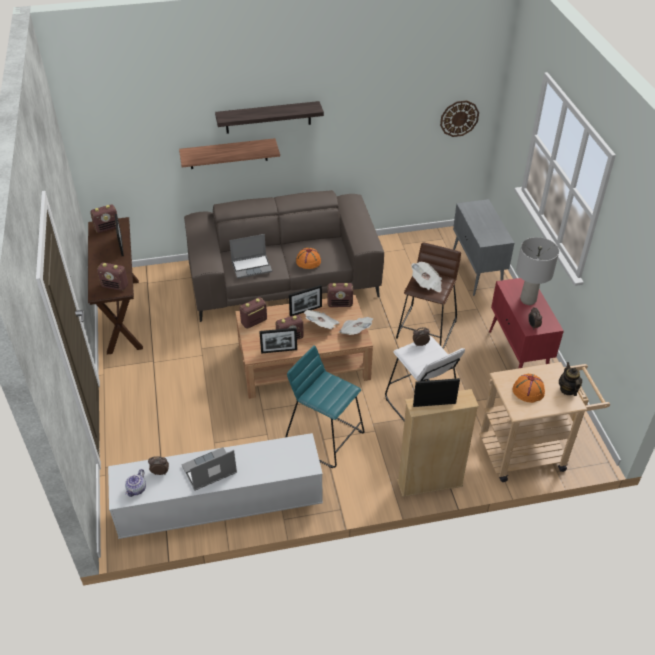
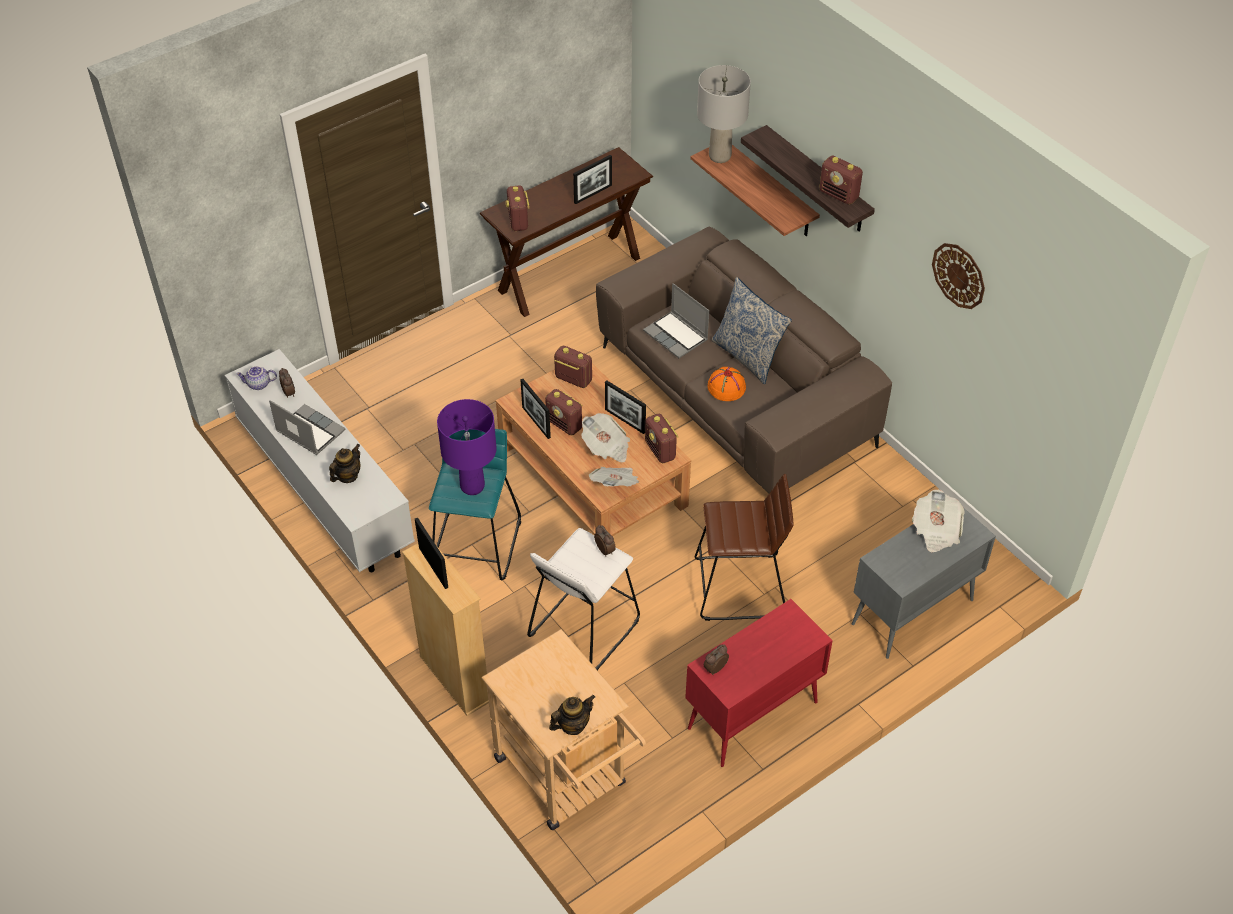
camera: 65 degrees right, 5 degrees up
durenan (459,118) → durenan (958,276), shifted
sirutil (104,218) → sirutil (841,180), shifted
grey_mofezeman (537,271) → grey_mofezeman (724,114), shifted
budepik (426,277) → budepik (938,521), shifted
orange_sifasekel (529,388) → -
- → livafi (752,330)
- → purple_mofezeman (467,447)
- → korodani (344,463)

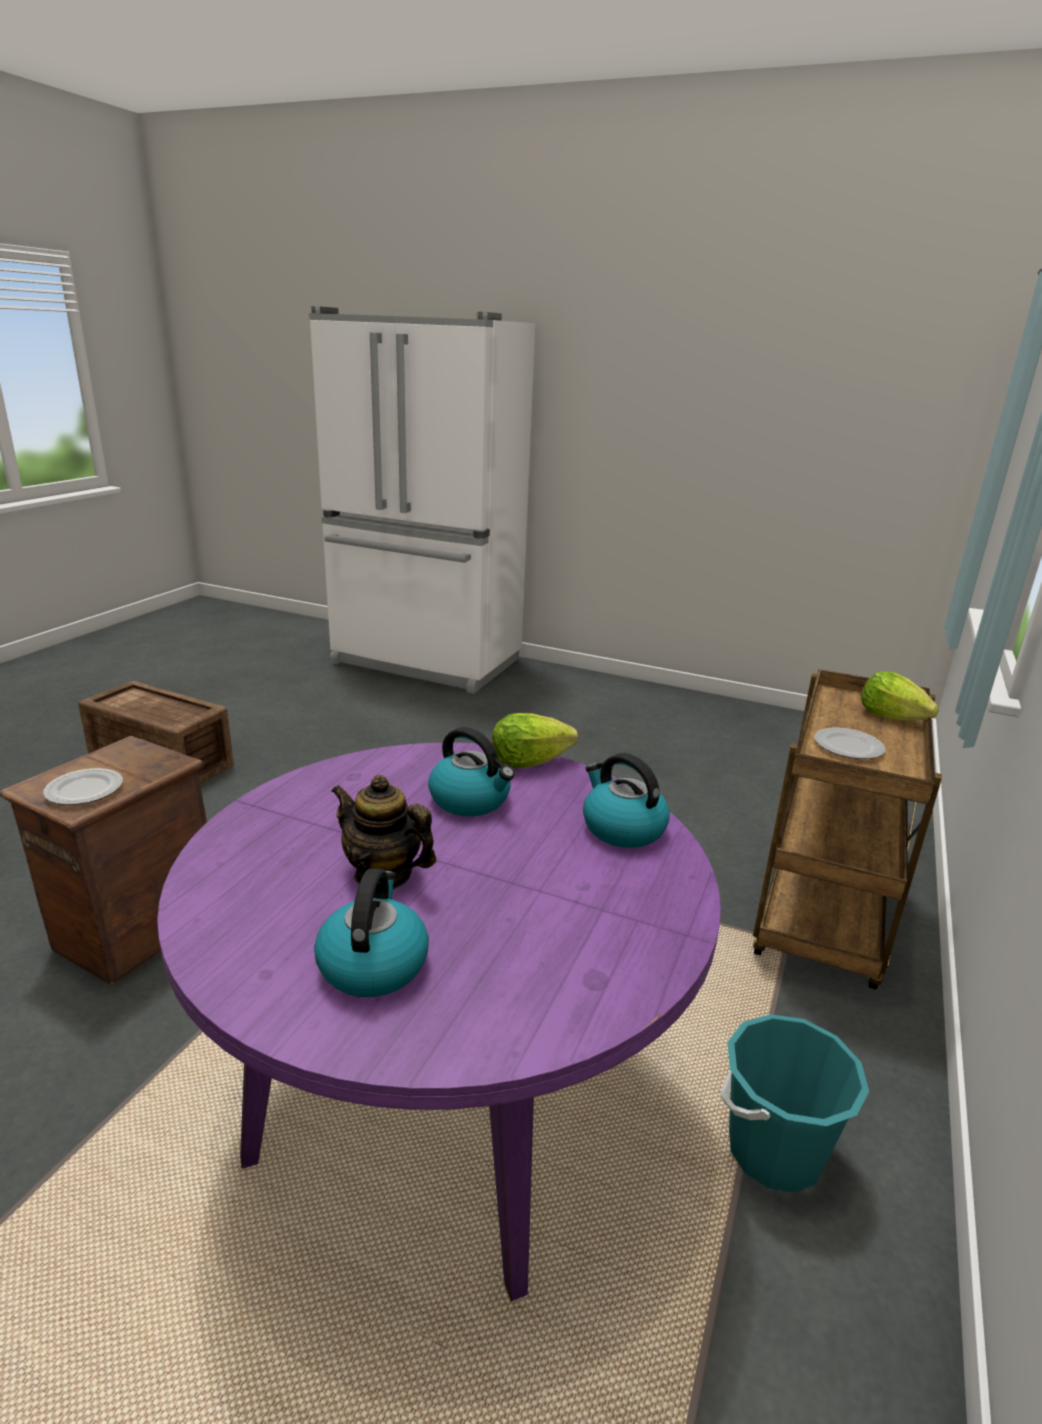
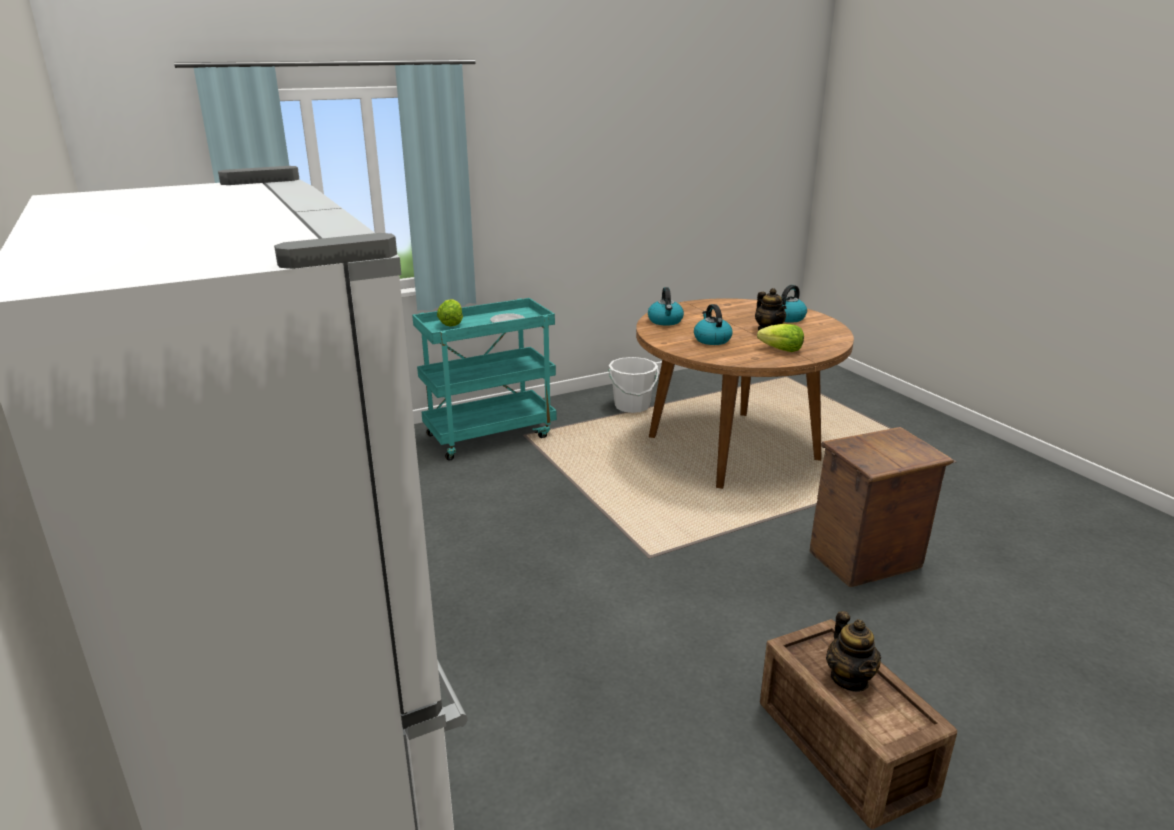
camera: 140 degrees left, 0 degrees up
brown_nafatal (847,829) → turquoise_nafatal (484,379)
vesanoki (535,740) → vesanoki (780,338), shifted
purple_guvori (439,1021) → brown_guvori (745,393)
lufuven (83,786) → -
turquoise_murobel (794,1103) → white_murobel (634,385)
- → korodani (853,651)

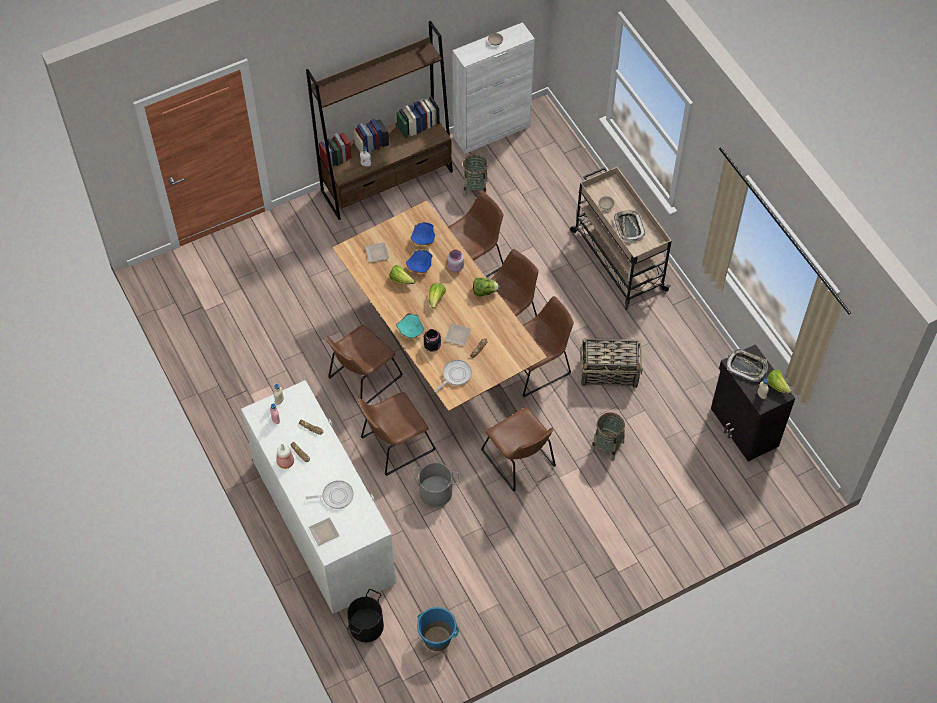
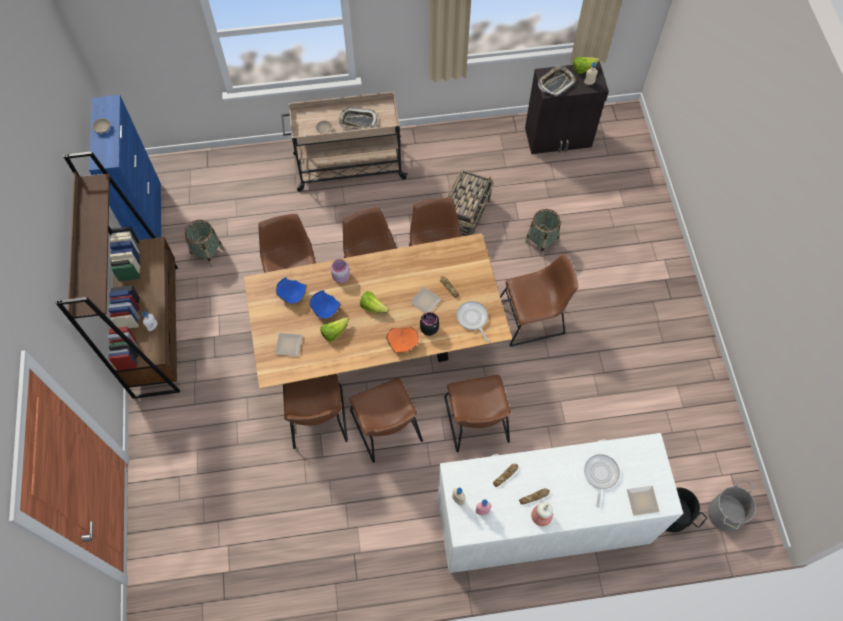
camera: 70 degrees left, 5 degrees up
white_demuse (494,88) → blue_demuse (125,167)
vesanoki (486,287) → -
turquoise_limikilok (410,325) → orange_limikilok (402,339)
grey_murobel (435,485) → grey_murobel (732,505), shifted
blue_murobel (438,629) → -
- → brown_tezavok (315,411)

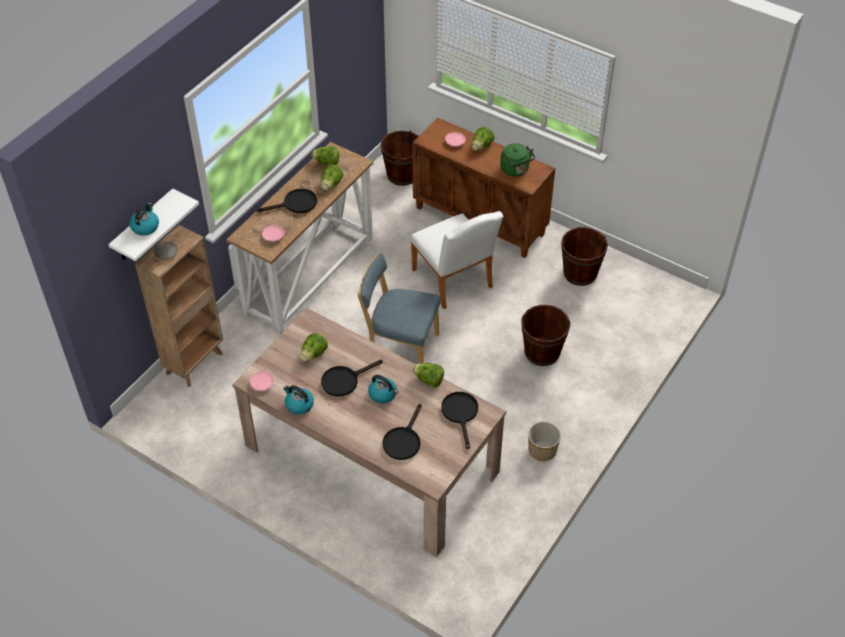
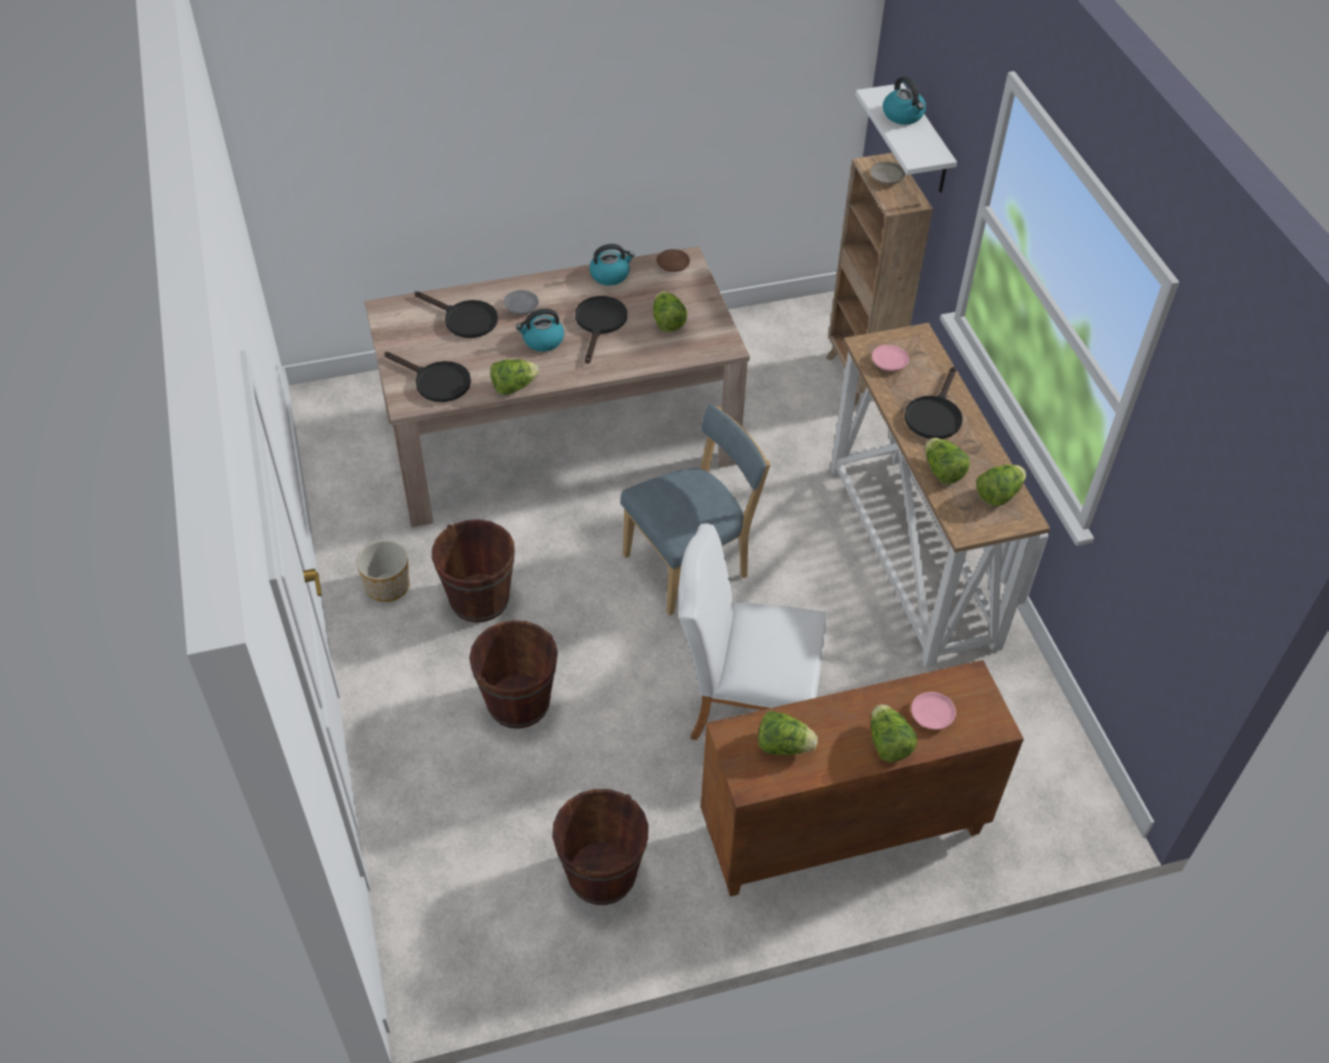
camera: 130 degrees right, 0 degrees up
brown_murobel (399,158) → brown_murobel (473,571), shifted
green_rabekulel (517,160) → vesanoki (788,733)
pink_lufuven (262,381) → brown_lufuven (673,260)
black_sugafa (402,432) → black_sugafa (456,314), 150 degrees clockwise
- → grey_lufuven (521,302)

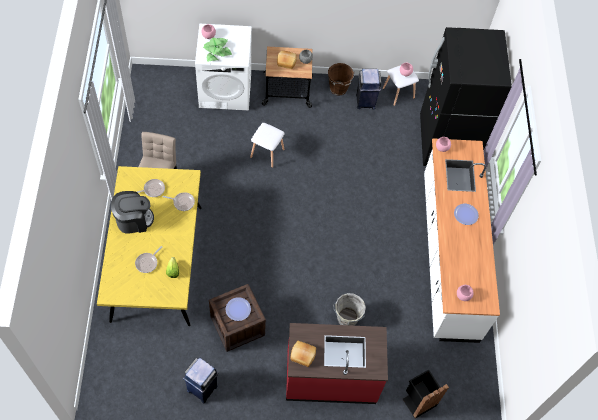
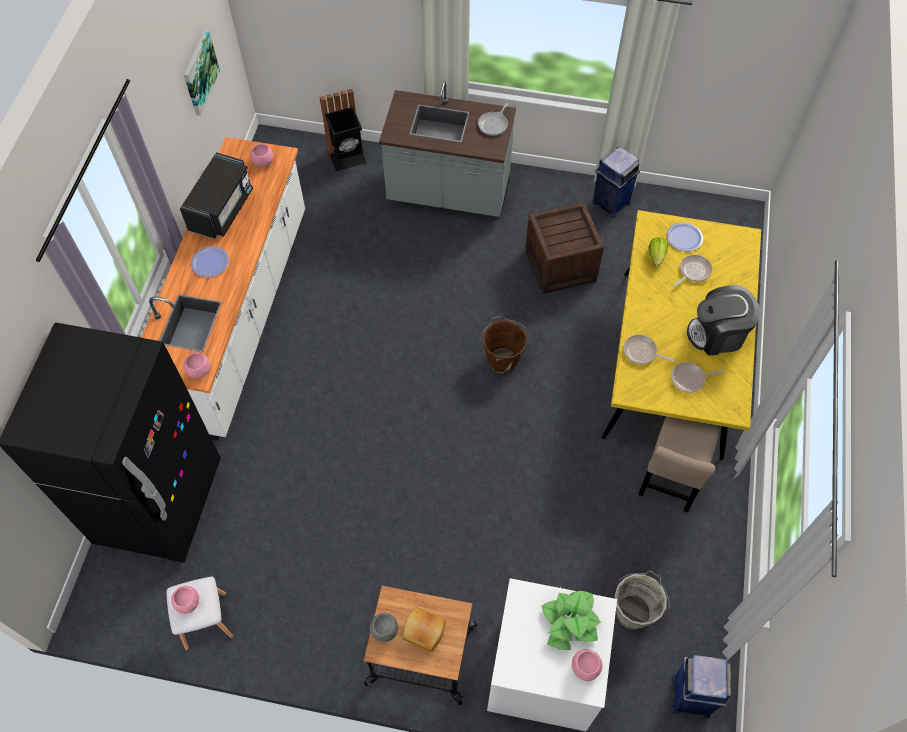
camera: 165 degrees left, 0 degrees up
brown_murobel (341,79) → brown_murobel (503,344), shifted
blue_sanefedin (369,89) → blue_sanefedin (701,686), shifted
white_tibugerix (267,145) → -
grey_murobel (349,309) → grey_murobel (642,600), shifted
lufuven (238,309) → lufuven (685,237), shifted
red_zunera (337,363) → grey_zunera (447,149)
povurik (303,354) → sugafa (493,119)
- → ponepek (202,72)
- → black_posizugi (216,195)

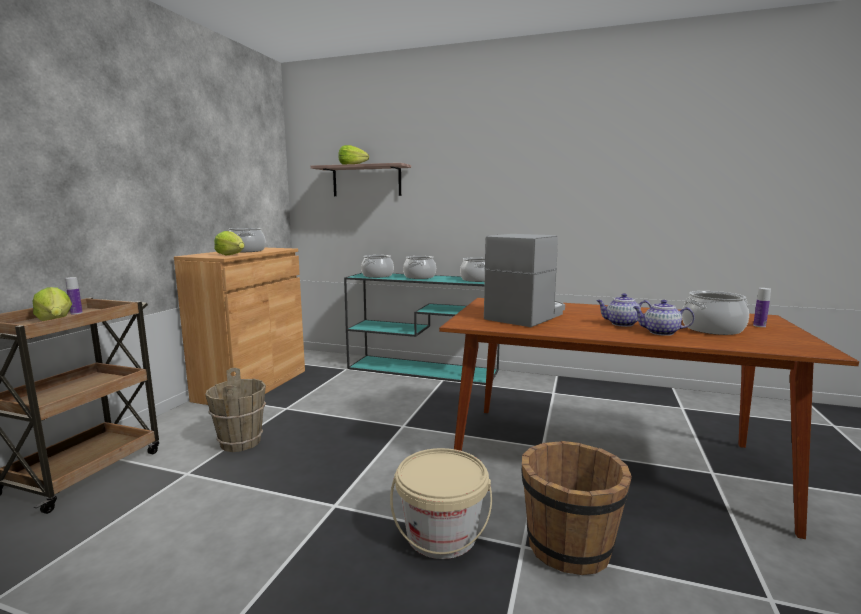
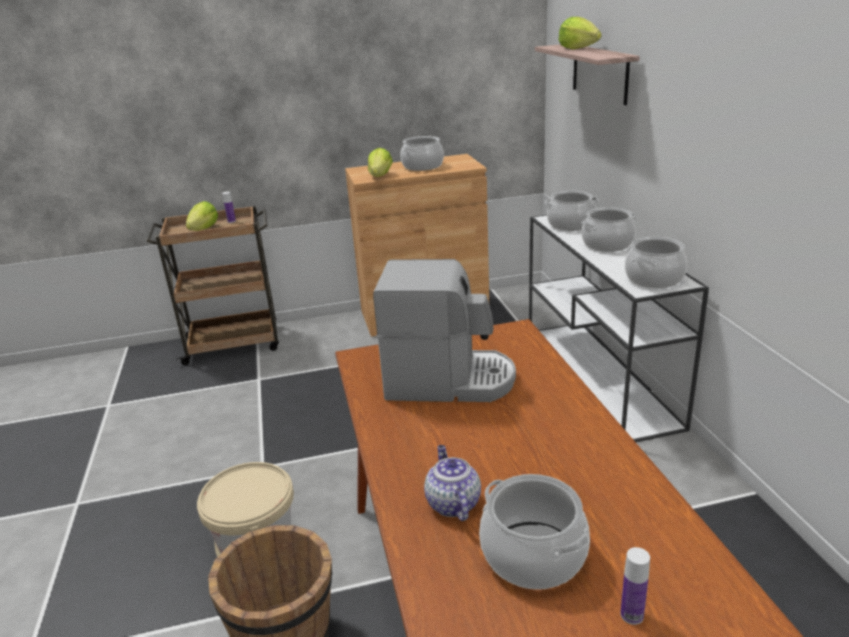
camera: 60 degrees right, 15 degrees up
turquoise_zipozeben (422,329) → white_zipozeben (619,328)
korodani (624,310) → -
brown_murobel (235,410) → -

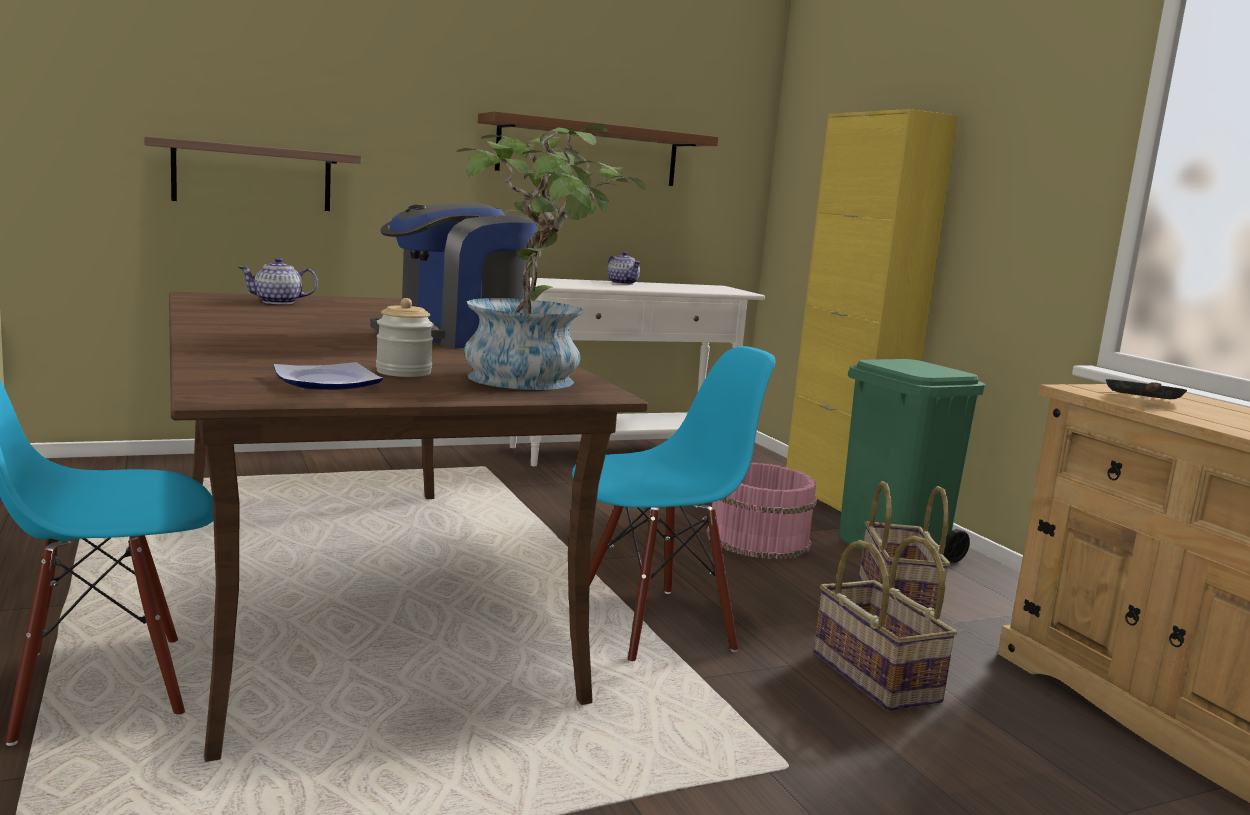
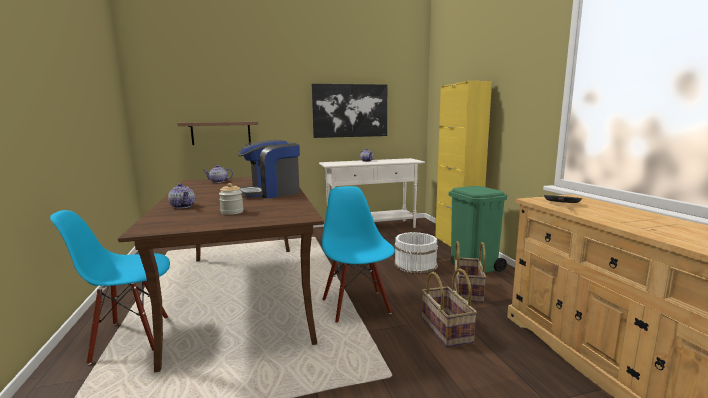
camera: 10 degrees right, 0 degrees up
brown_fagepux (598,148) → ponepek (349,111)
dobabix (551,257) → -
blue_tezavok (673,503) → blue_tezavok (358,254), 90 degrees counterclockwise
lufuven (328,376) → -
pink_murobel (762,511) → white_murobel (416,252)
- → korodani (181,196)

